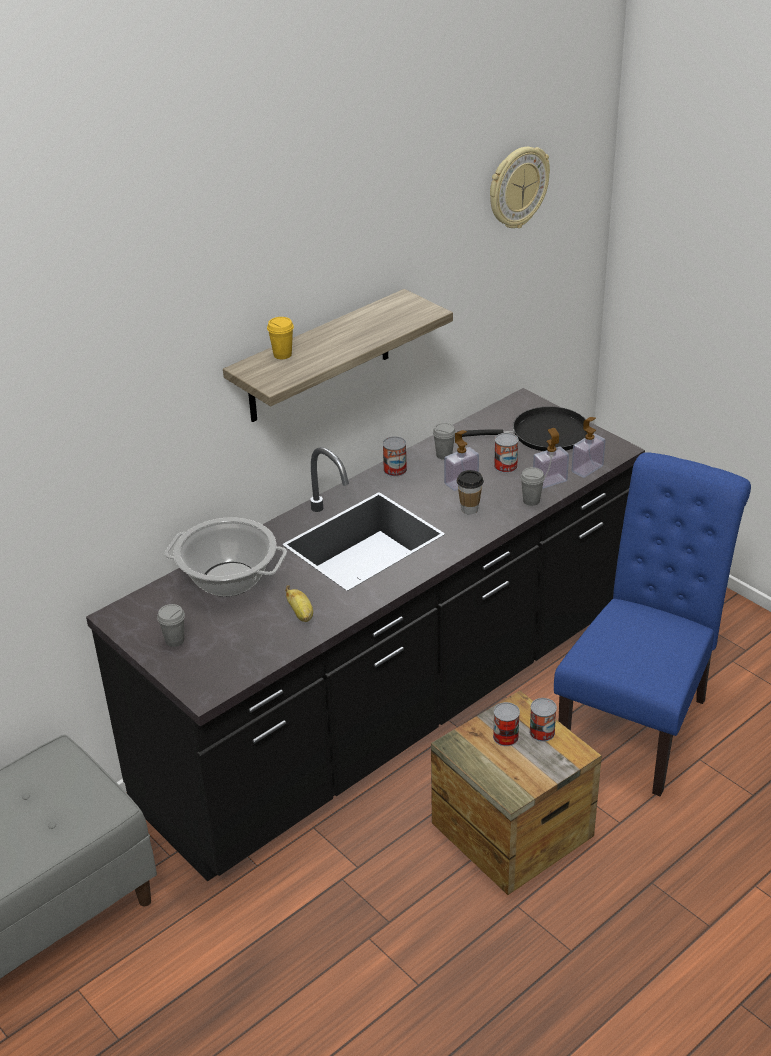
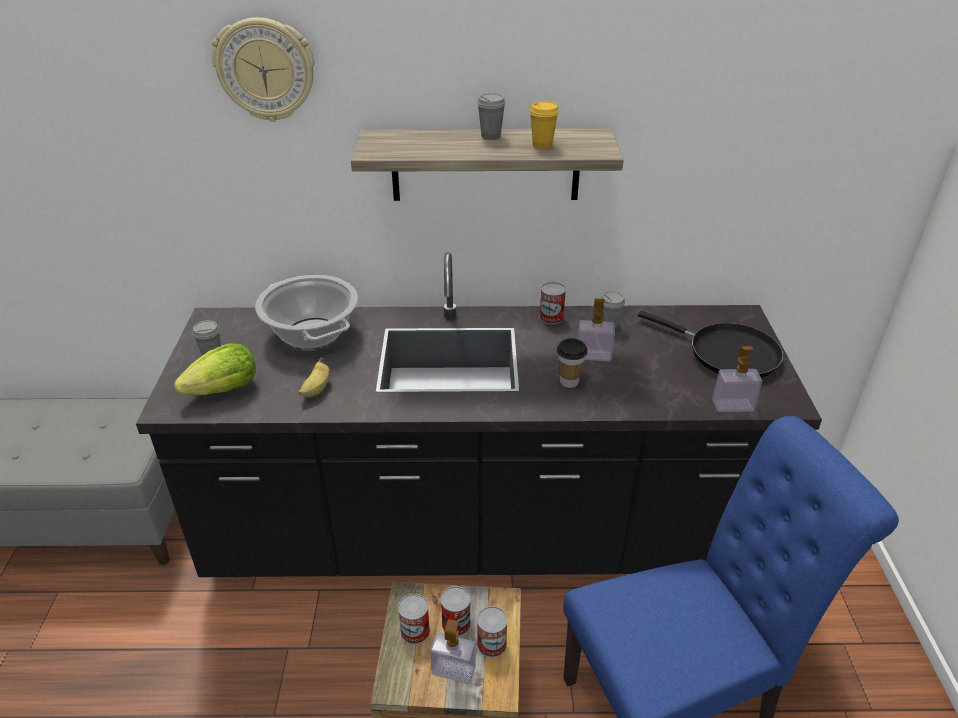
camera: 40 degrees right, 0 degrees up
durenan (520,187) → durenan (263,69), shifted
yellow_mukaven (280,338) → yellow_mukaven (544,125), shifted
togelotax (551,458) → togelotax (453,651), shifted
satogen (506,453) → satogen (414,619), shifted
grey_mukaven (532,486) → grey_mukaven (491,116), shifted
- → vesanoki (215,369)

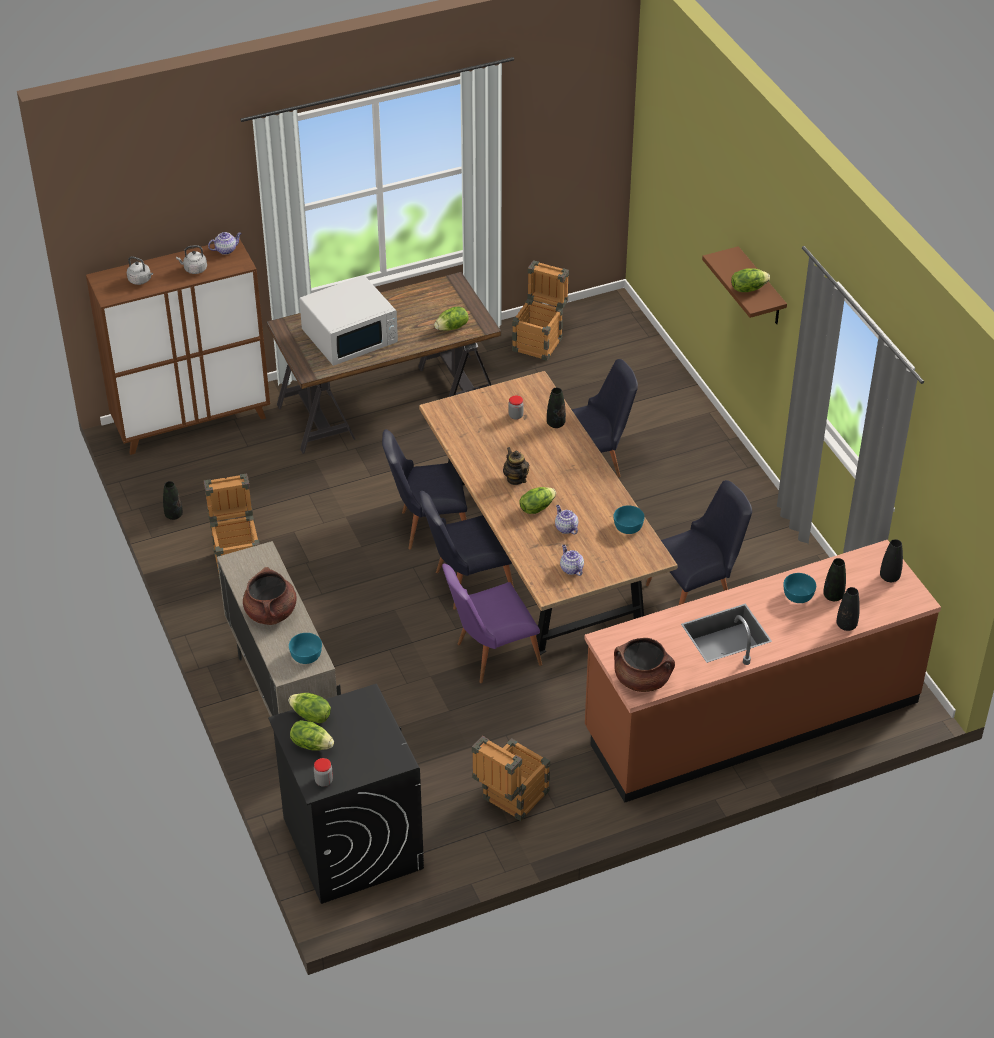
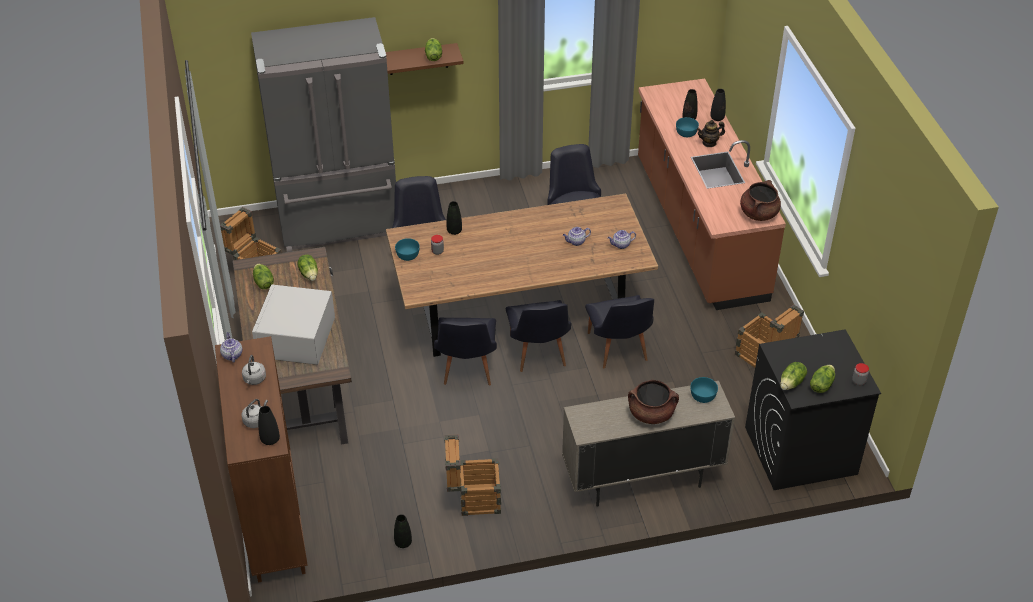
camera: 80 degrees left, 0 degrees up
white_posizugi (348,320) → white_posizugi (293,324), 150 degrees counterclockwise
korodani (516,466) → korodani (711,133), shifted
vesanoki (537,500) → vesanoki (263,276), shifted
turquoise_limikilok (629,519) → turquoise_limikilok (407,249), shifted
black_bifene (891,560) → black_bifene (269,425), shifted
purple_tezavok (492,623) → black_tezavok (619,331)
- → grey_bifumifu (323,134)

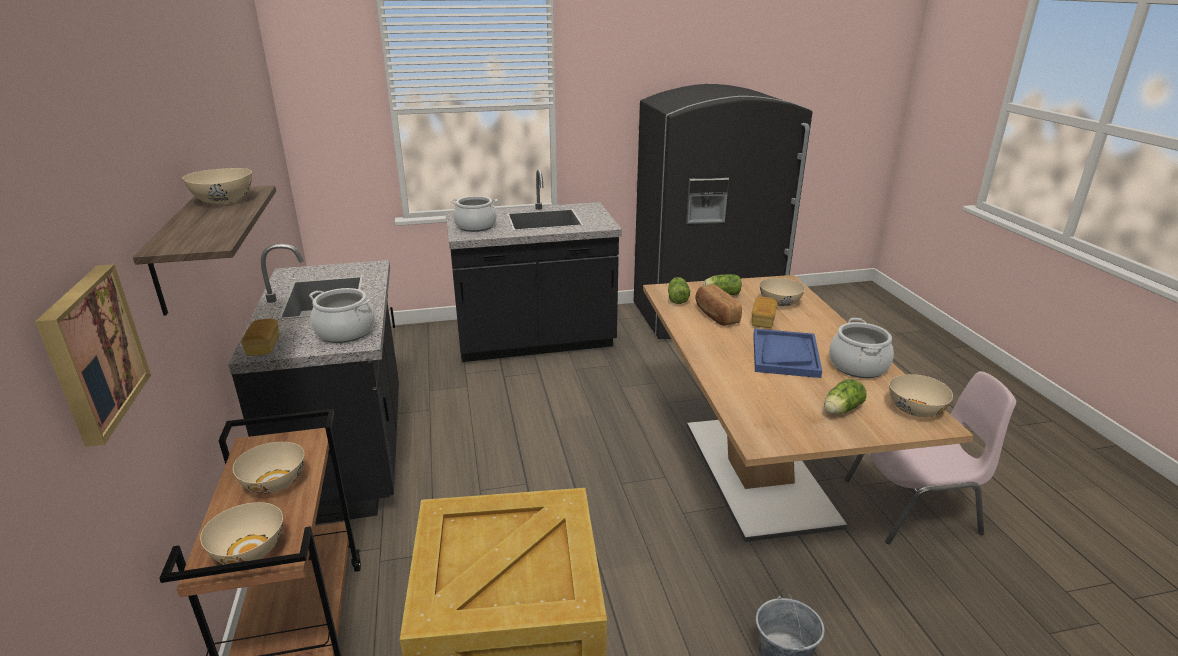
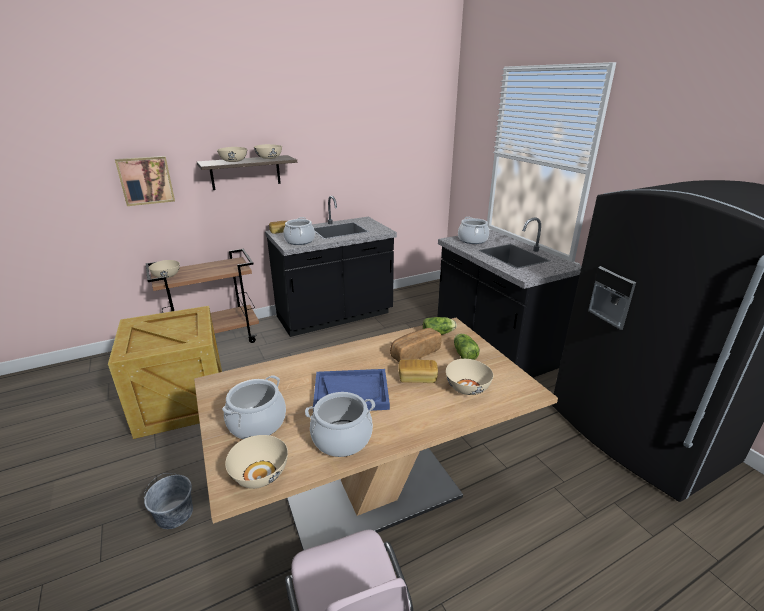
camera: 75 degrees right, 0 degrees up
vesanoki (845,396) → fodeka (254,407)
beige_limikilok (268,467) → beige_limikilok (232,154), shifted

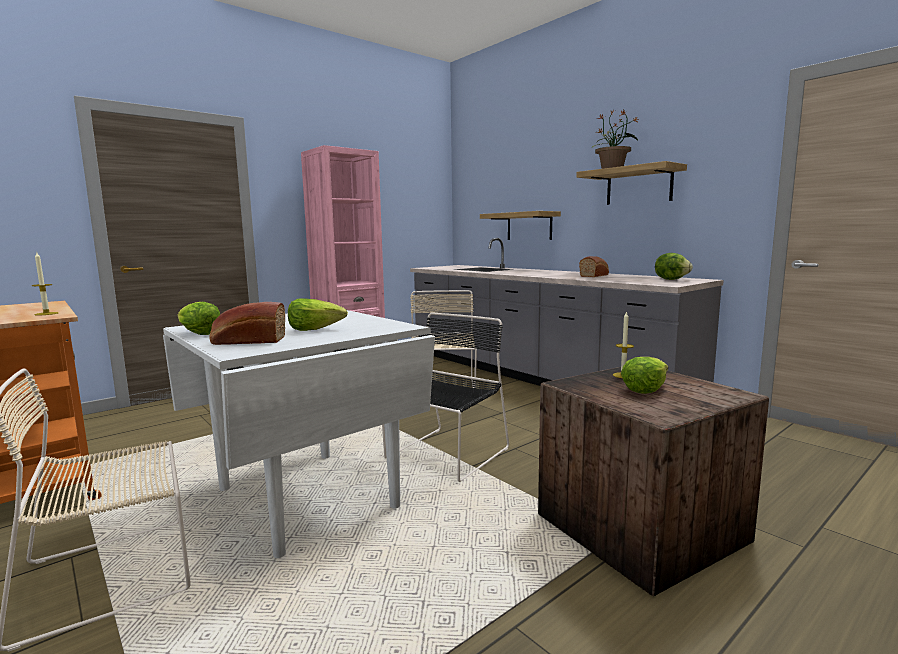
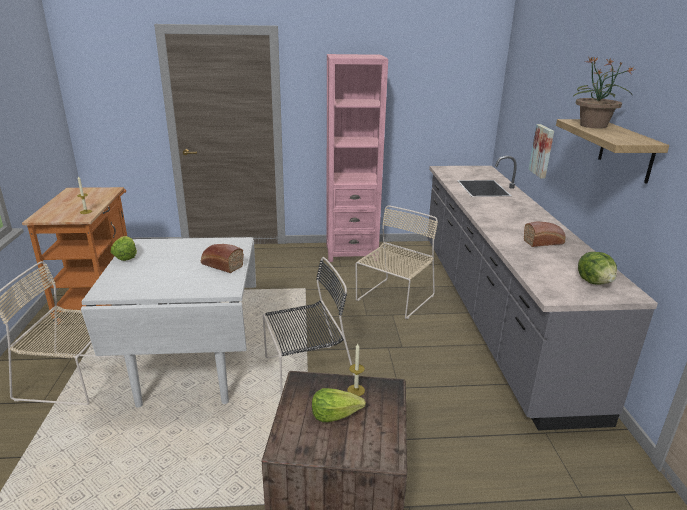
camera: 35 degrees right, 15 degrees up
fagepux (520,225) → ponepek (541,151)
vesanoki (318,314) → -
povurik (247,323) → povurik (222,258), shifted

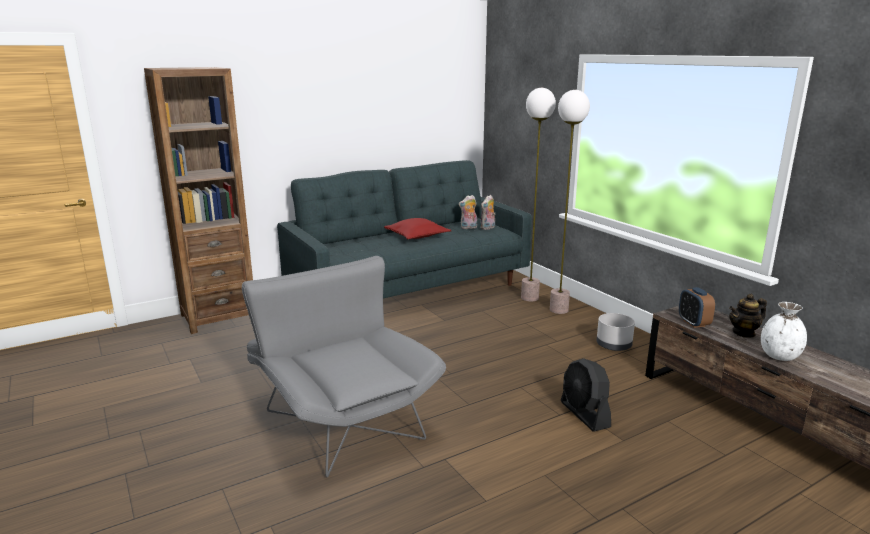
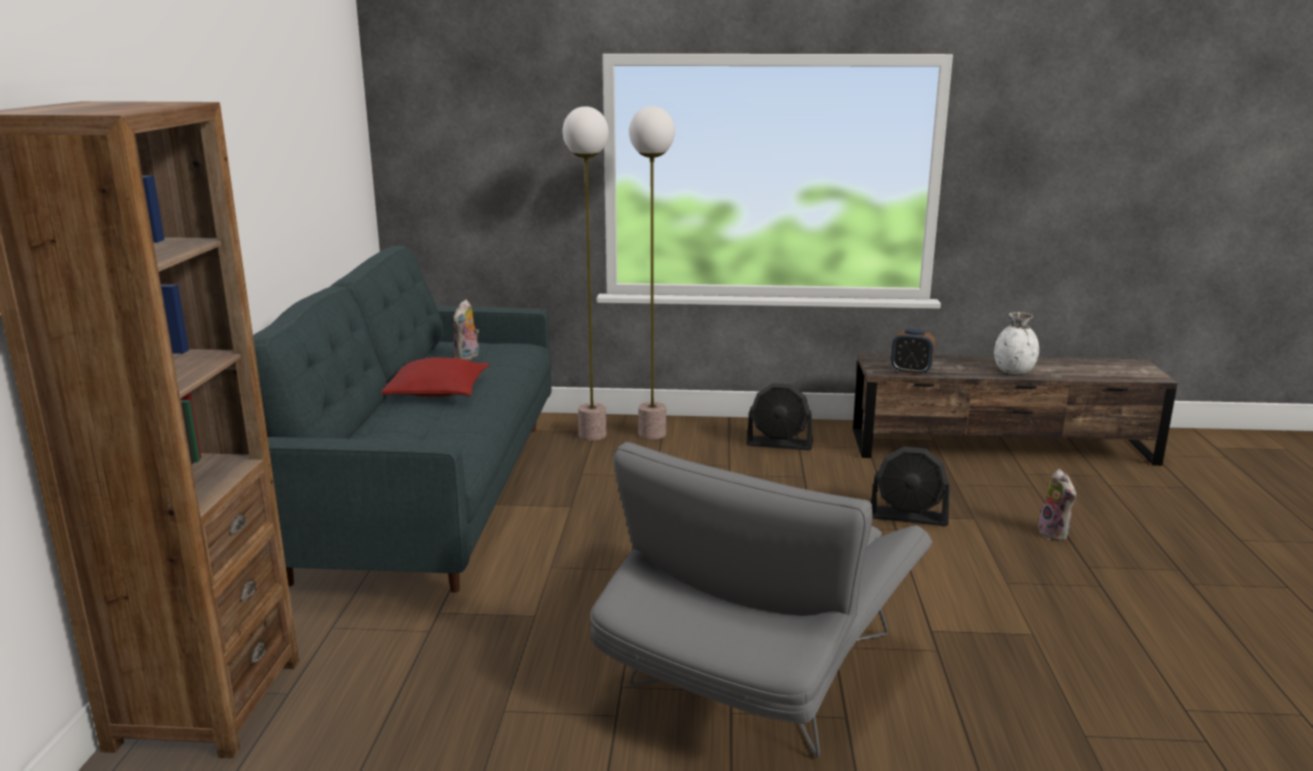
camera: 55 degrees left, 0 degrees up
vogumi (488,212) → vogumi (1057,505), shifted
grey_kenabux (344,366) → grey_kenabux (761,600), 60 degrees counterclockwise
korodani (748,316) → -
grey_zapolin (615,332) → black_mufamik (779,416)

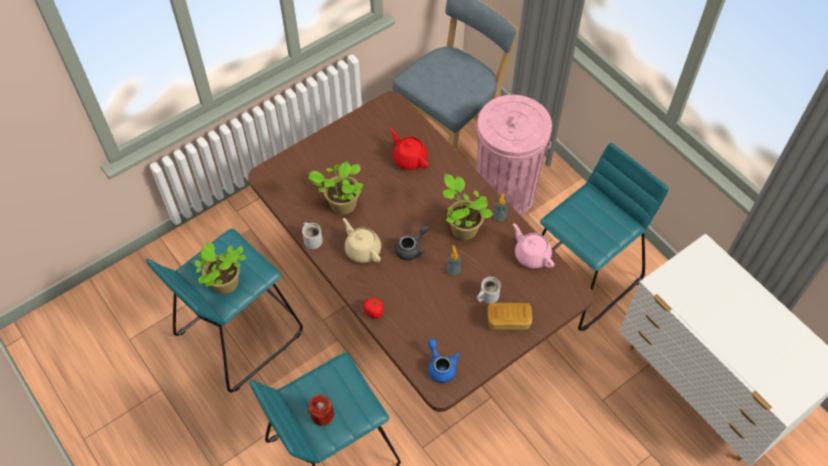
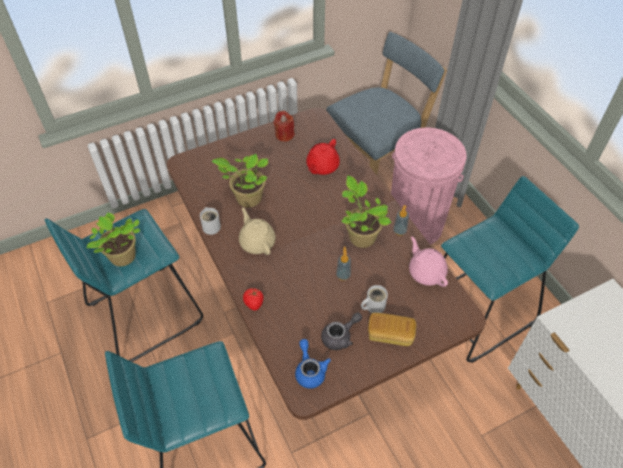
camera: 10 degrees right, 5 degrees down
red_korodani (409,149) → red_korodani (323,157), 120 degrees counterclockwise
grey_korodani (412,242) → grey_korodani (341,331), shifted
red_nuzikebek (321,410) → red_nuzikebek (284,126), shifted

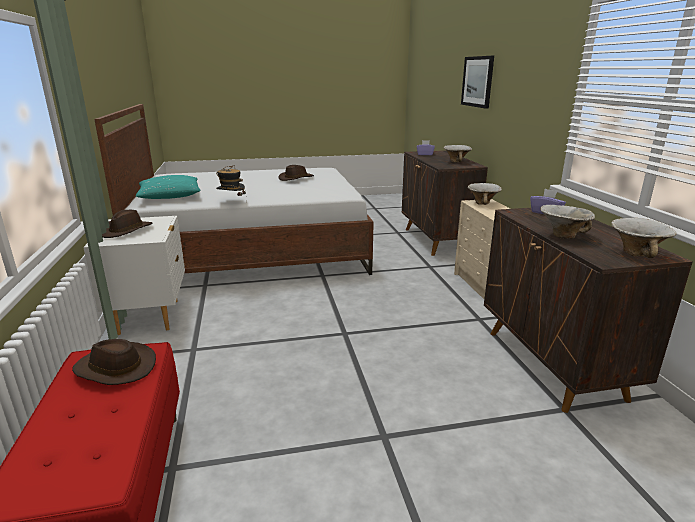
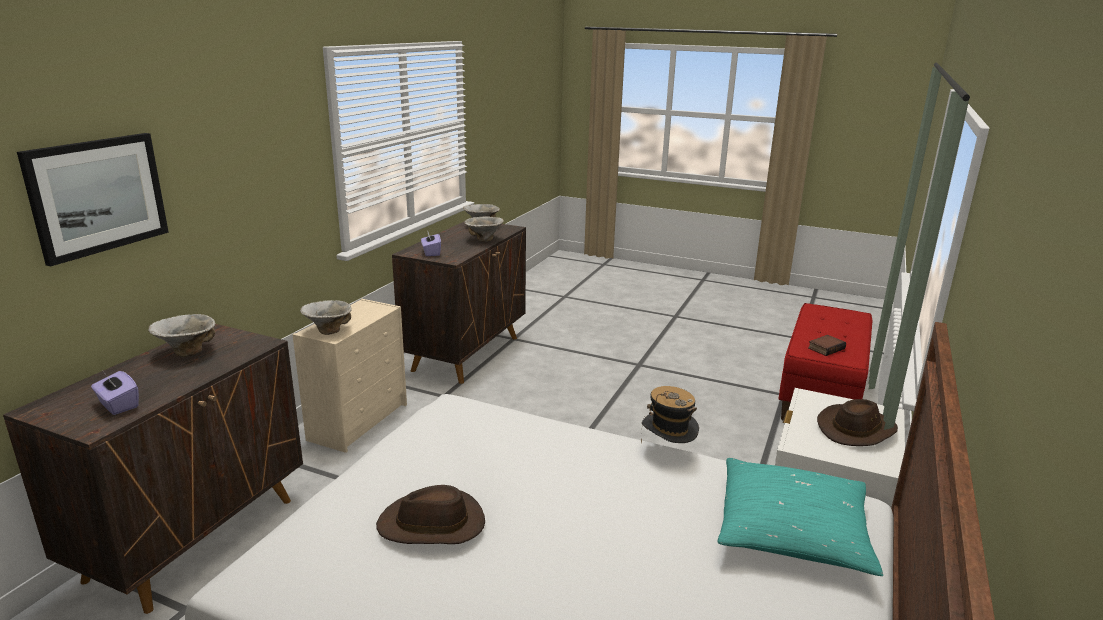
camera: 145 degrees left, 0 degrees up
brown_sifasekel (114,362) → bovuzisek (827,345)

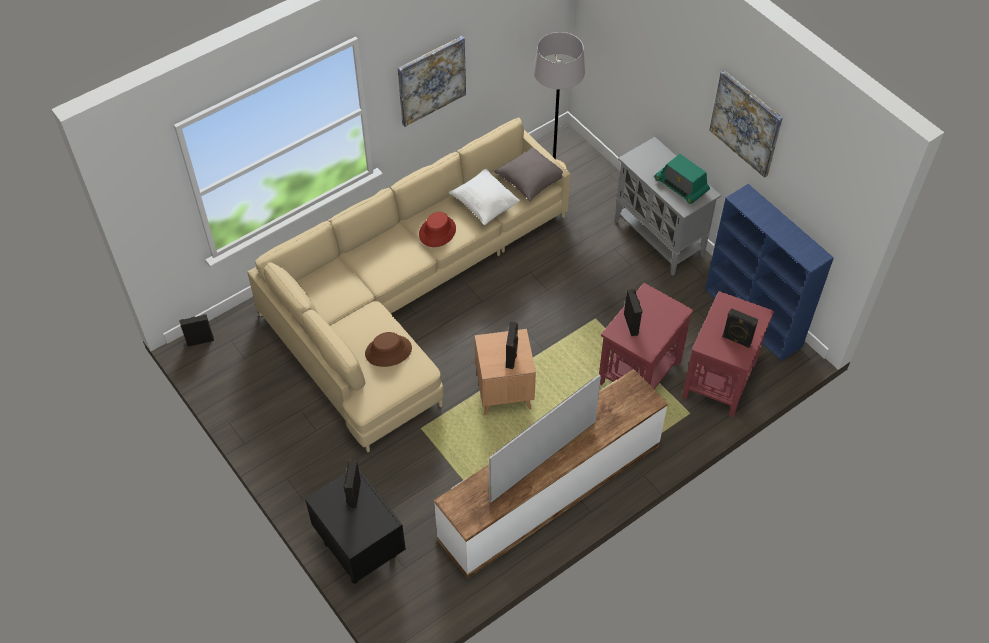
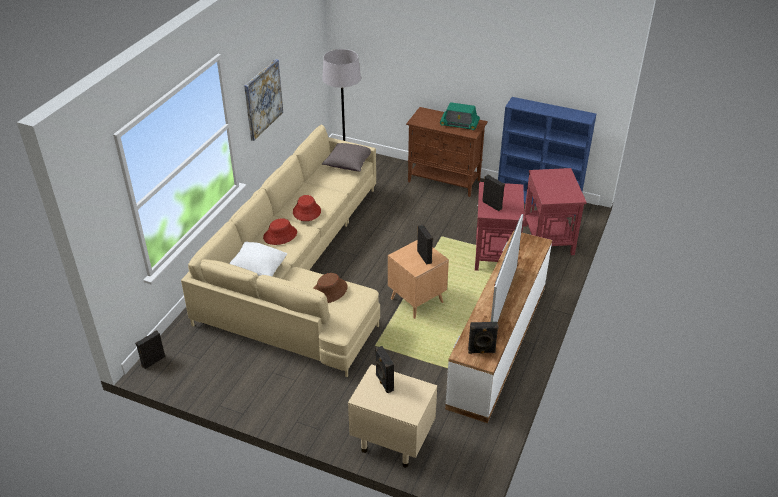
camera: 30 degrees left, 15 degrees down
ponepek (746,124) → -
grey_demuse (667,206) → brown_demuse (447,152)
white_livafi (484,197) → white_livafi (258,259), shifted
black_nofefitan (740,328) → black_nofefitan (483,338), shifted
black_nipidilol (355,526) → beige_nipidilol (392,415)
- → red_sifasekel (280,231)

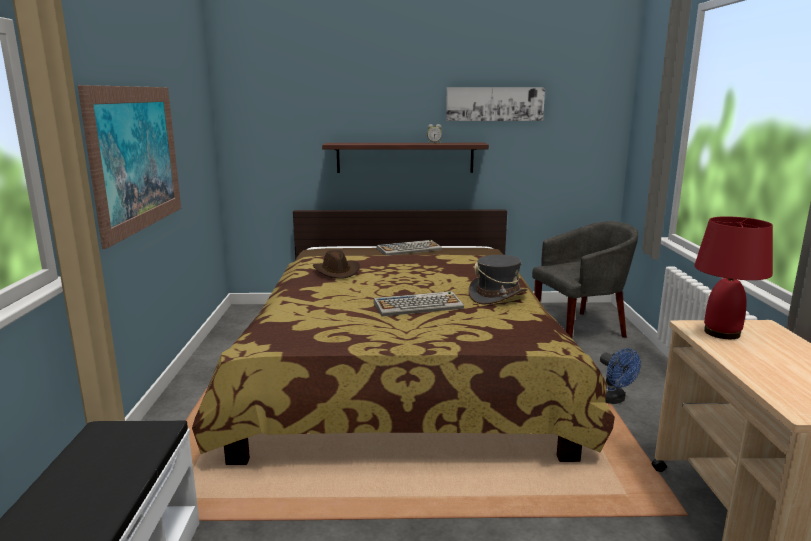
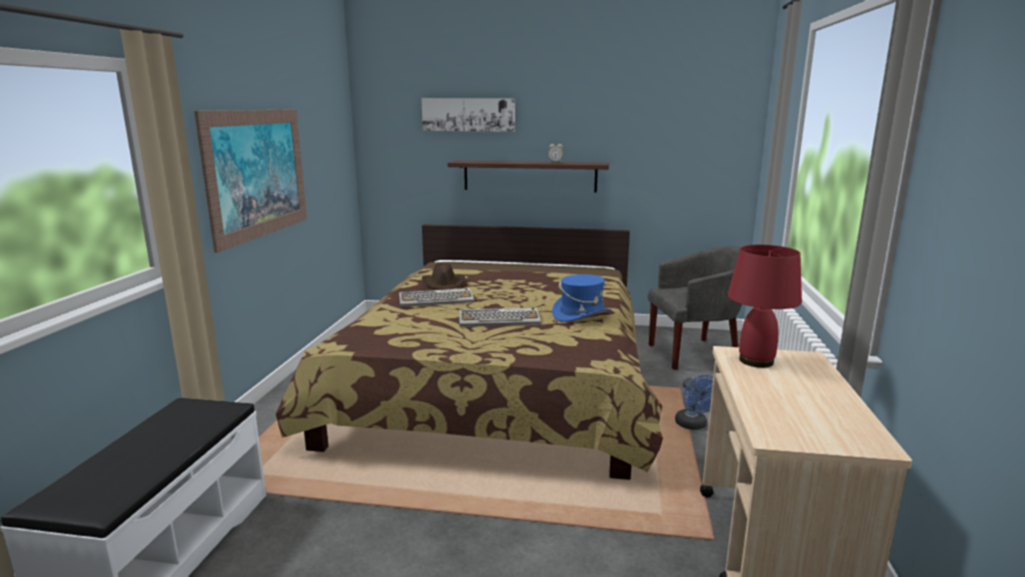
camera: 10 degrees right, 0 degrees up
ponepek (495,104) → ponepek (468,115), shifted
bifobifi (409,247) → bifobifi (436,297), shifted
grey_sifasekel (498,280) → blue_sifasekel (581,298)

